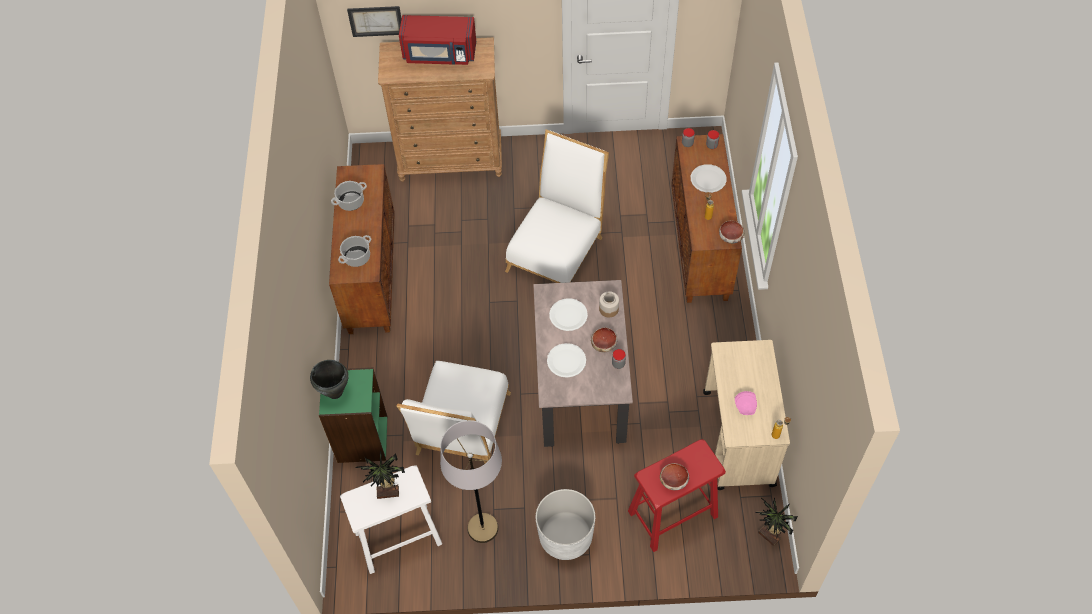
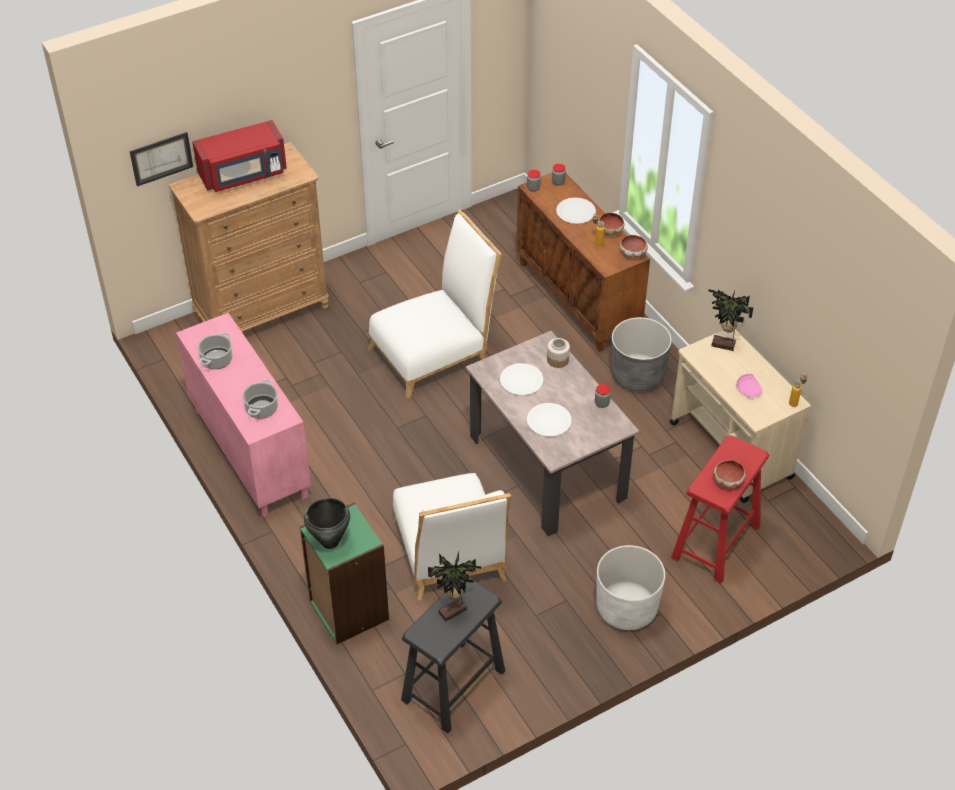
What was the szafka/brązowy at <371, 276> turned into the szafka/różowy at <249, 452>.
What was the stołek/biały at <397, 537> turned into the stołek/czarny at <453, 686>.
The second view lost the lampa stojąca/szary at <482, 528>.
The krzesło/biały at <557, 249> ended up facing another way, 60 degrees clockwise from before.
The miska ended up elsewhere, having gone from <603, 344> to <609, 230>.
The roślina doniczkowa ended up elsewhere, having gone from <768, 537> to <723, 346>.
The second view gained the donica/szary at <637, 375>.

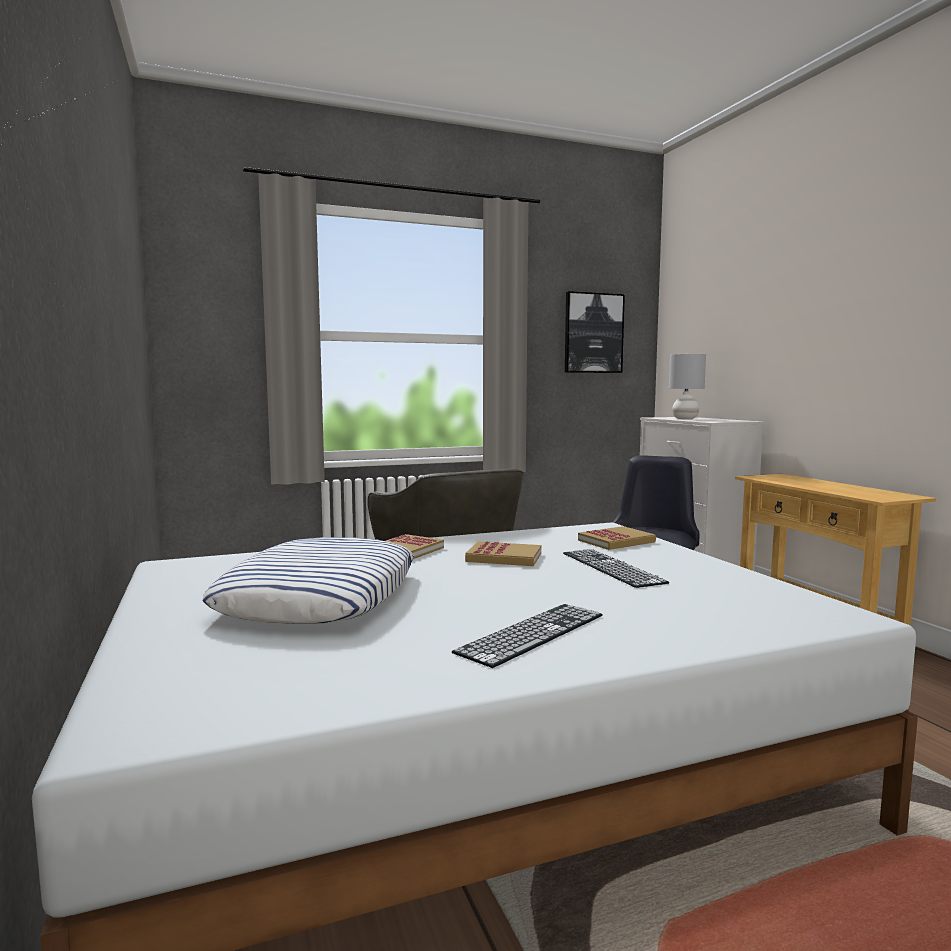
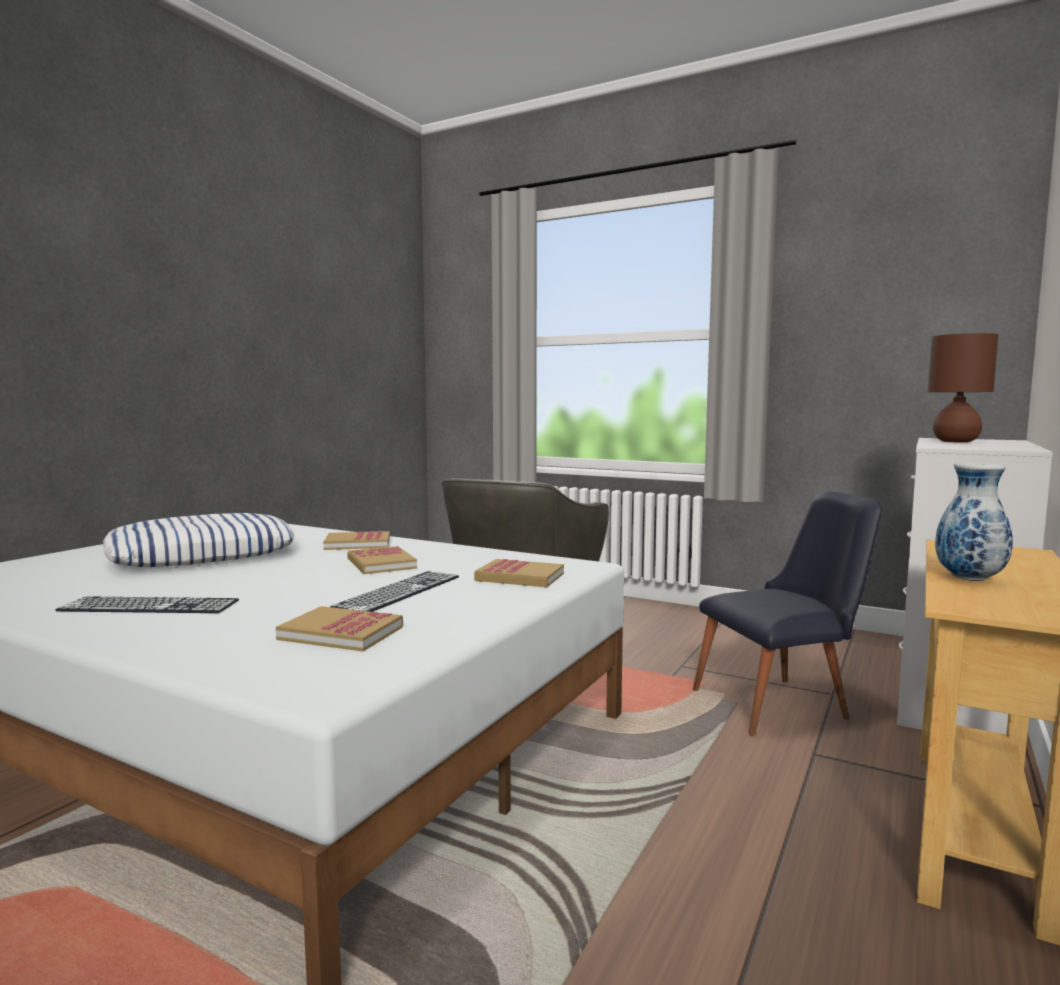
The second view lost the obraz at <593, 333>.
What was the lampa stołowa/szary at <685, 418> turned into the lampa stołowa/brązowy at <956, 441>.
The second view gained the książka at <341, 633>.
The second view gained the wazon at <968, 579>.

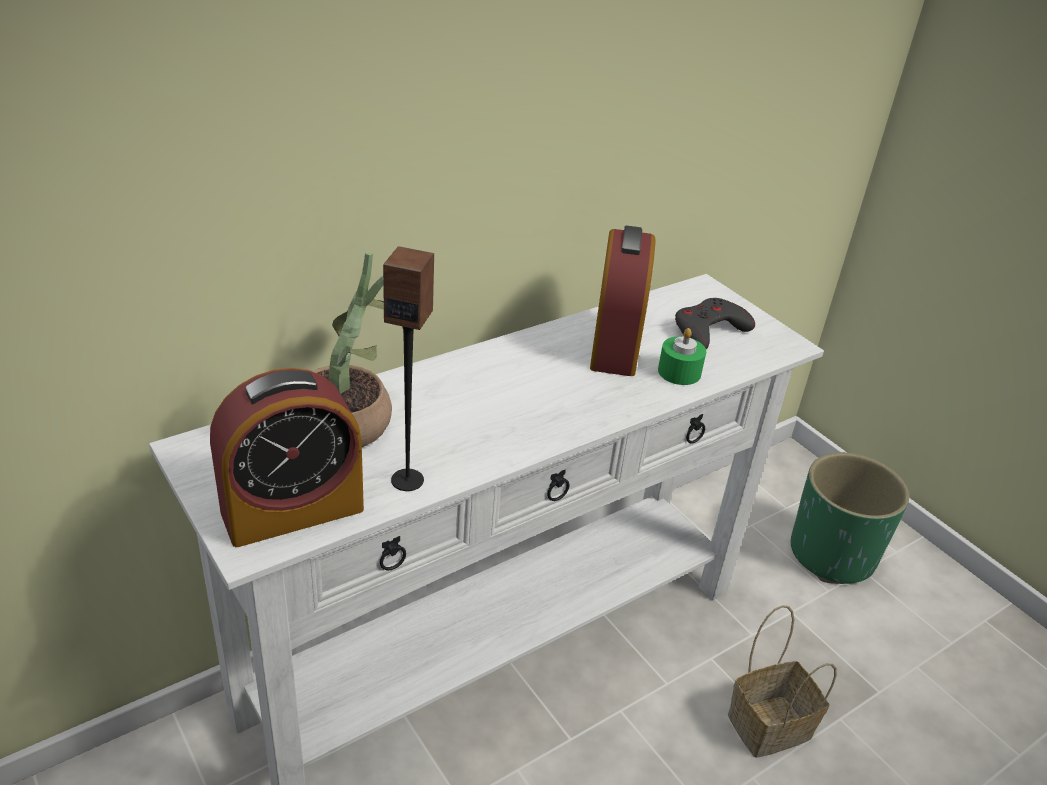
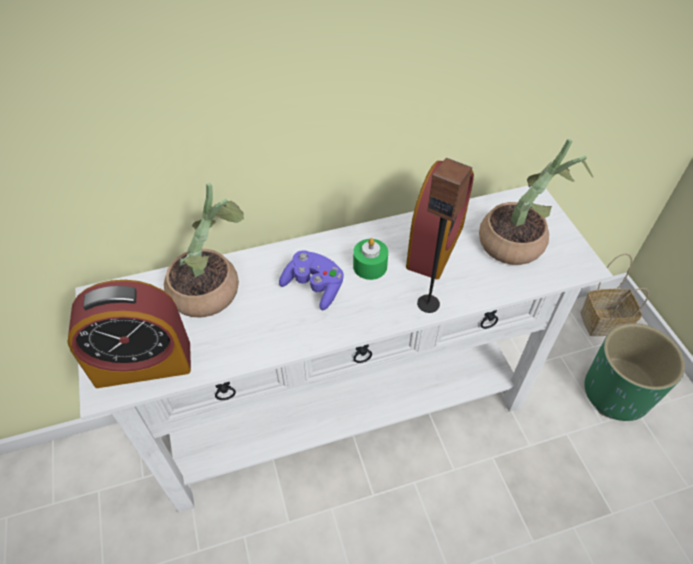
The głośnik ended up elsewhere, having gone from <407, 480> to <428, 303>.
The świeca/zielony ended up elsewhere, having gone from <679, 372> to <370, 266>.
Where the pad do gier/szary stood at <709, 330>, the roślina doniczkowa came to stand at <519, 242>.
The koszyk ended up elsewhere, having gone from <770, 724> to <605, 321>.
The second view gained the pad do gier/fioletowy at <314, 287>.

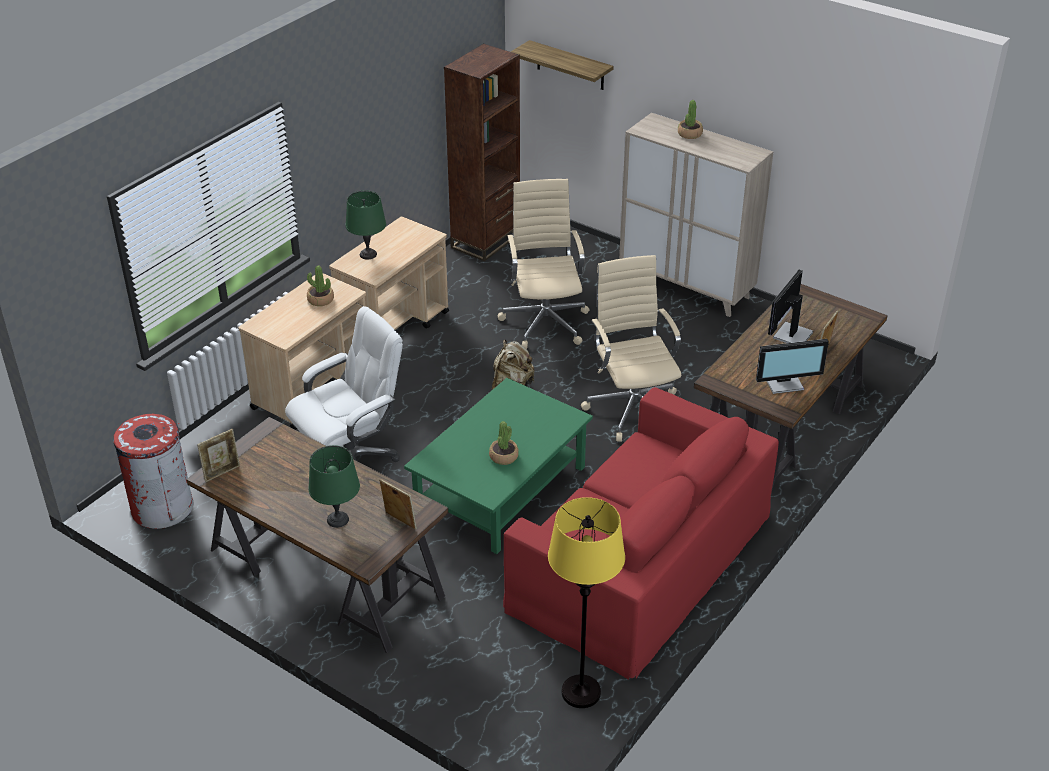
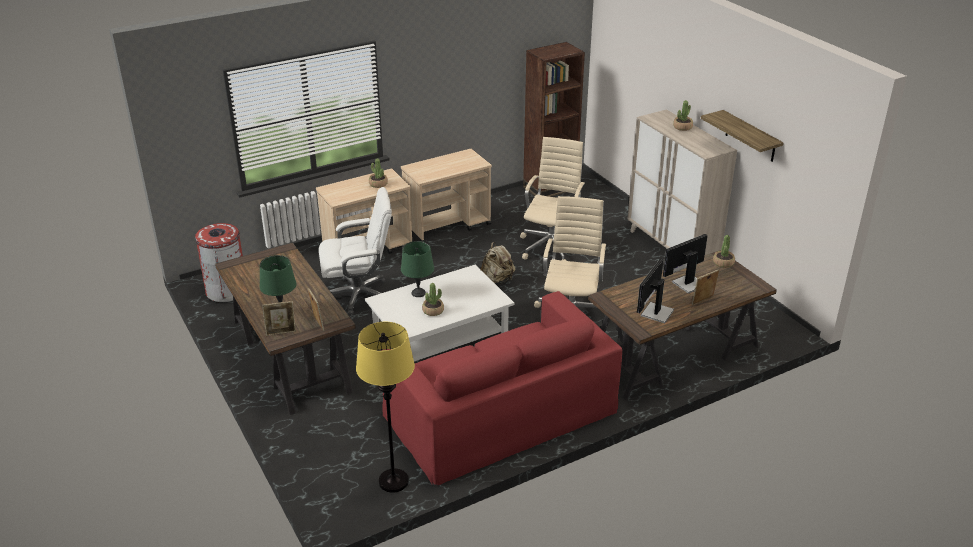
The ramka na zdjęcie ended up elsewhere, having gone from <222, 472> to <281, 332>.
The lampa stołowa/zielony ended up elsewhere, having gone from <367, 254> to <418, 293>.
What was the ława/zielony at <501, 489> turned into the ława/biały at <440, 340>.
The półka ended up elsewhere, having gone from <570, 66> to <750, 136>.
The monitor at <784, 383> ended up facing another way, 105 degrees clockwise from before.
The second view gained the roślina doniczkowa at <723, 263>.

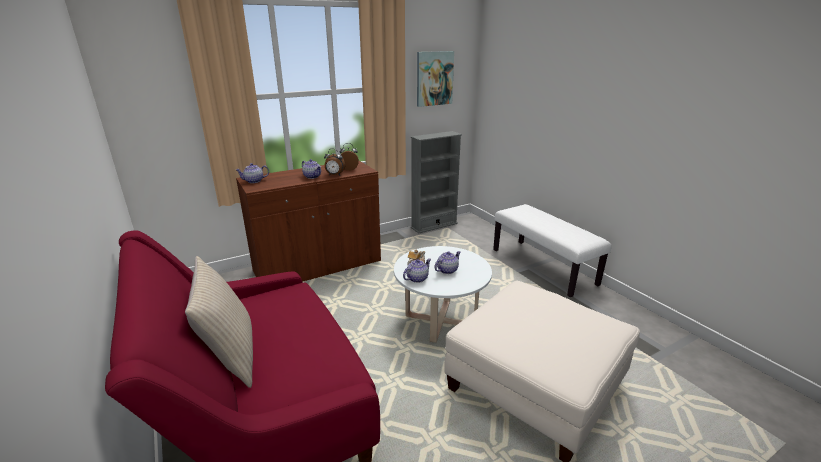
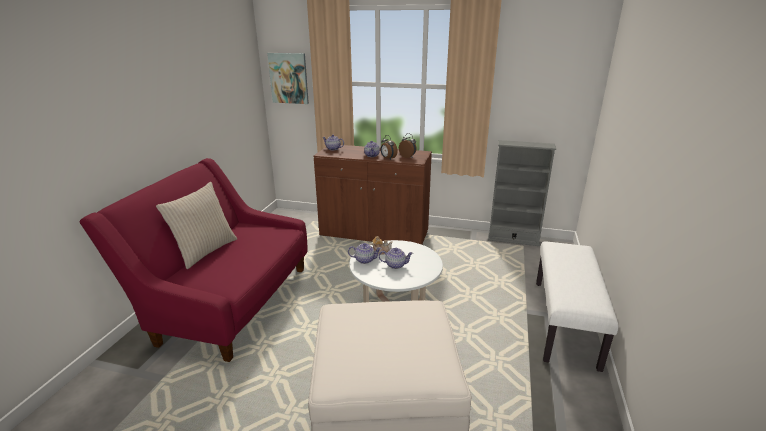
The obraz ended up elsewhere, having gone from <434, 78> to <289, 78>.

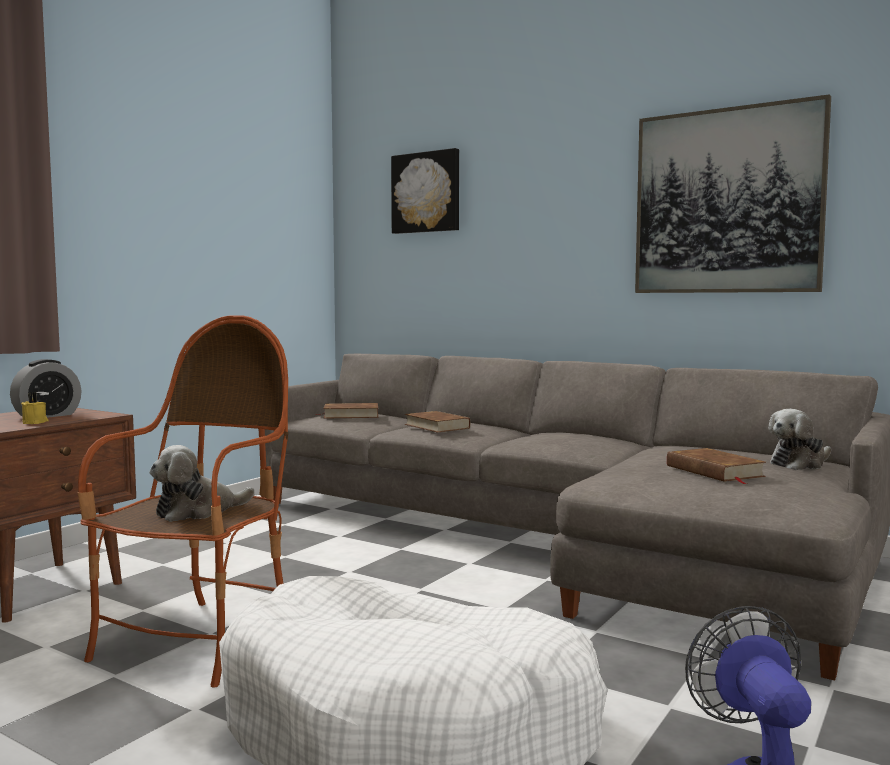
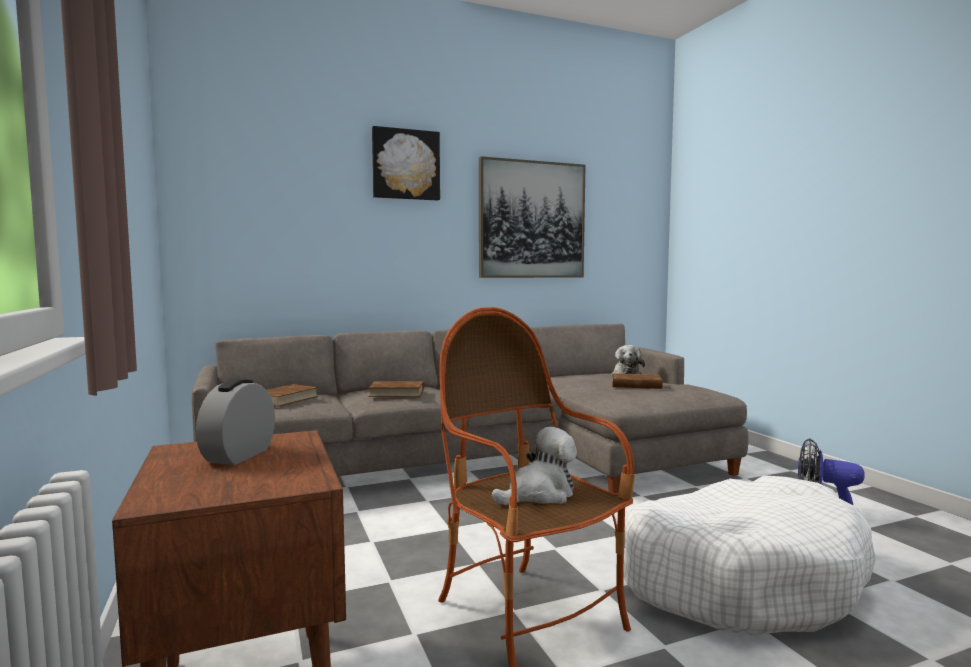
The budzik at <47, 416> ended up facing another way, 150 degrees counterclockwise from before.
The second view lost the świeca/żółty at <35, 422>.
The pluszak at <198, 511> ended up facing another way, 120 degrees counterclockwise from before.
The obraz ended up elsewhere, having gone from <426, 192> to <405, 165>.

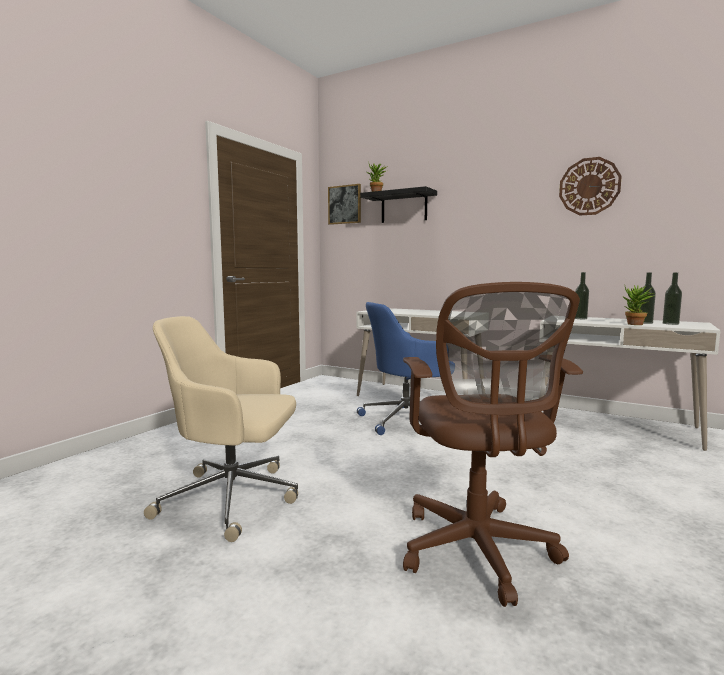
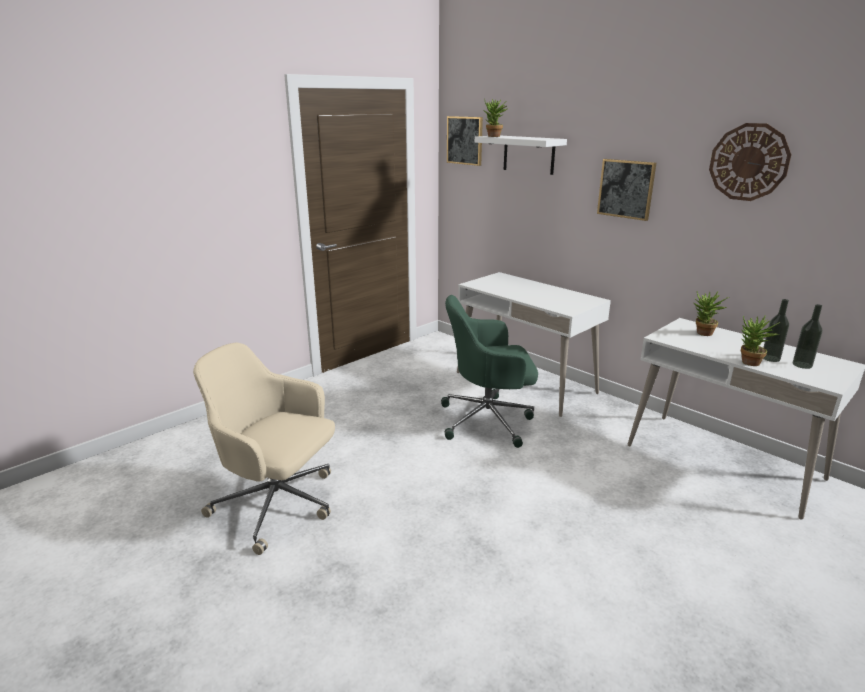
What was the krzesło biurowe/niebieski at <407, 420> turned into the krzesło biurowe/zielony at <488, 420>.
What was the półka/czarny at <404, 207> turned into the półka/biały at <528, 154>.
The second view lost the krzesło biurowe/brązowy at <478, 552>.
Where the butelka stood at <580, 318>, the roślina doniczkowa came to stand at <703, 334>.
The second view gained the obraz at <626, 189>.

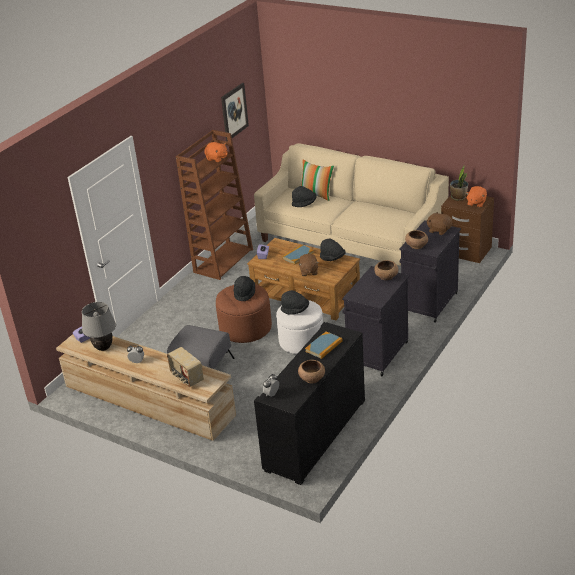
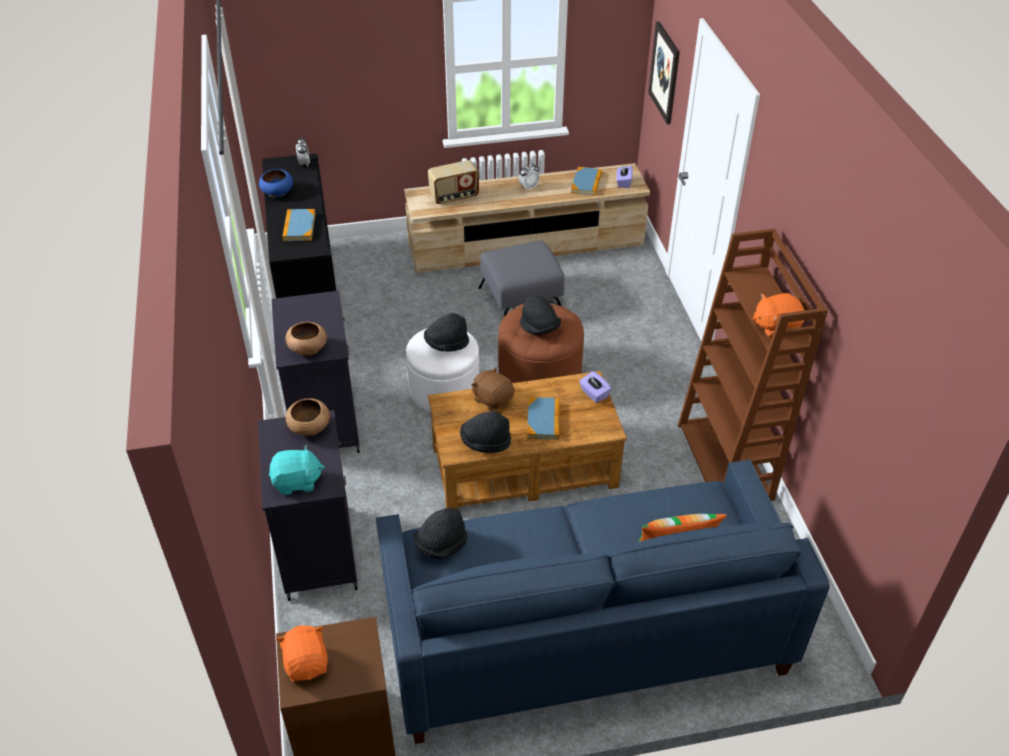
Where the lampa stołowa/szary stood at <103, 348>, the książka came to stand at <586, 183>.
The radio at <186, 377> ended up facing another way, 150 degrees clockwise from before.
The obraz ended up elsewhere, having gone from <234, 111> to <665, 73>.
What was the kanapa/beżowy at <352, 240> turned into the kanapa/niebieski at <583, 632>.
The kapelusz/czarny ended up elsewhere, having gone from <304, 204> to <441, 545>.
What was the miska/brązowy at <312, 378> turned into the miska/niebieski at <277, 193>.
What was the pluszak/brązowy at <439, 230> turned into the pluszak/turkusowy at <297, 482>.
The second view lost the roślina doniczkowa at <458, 197>.

